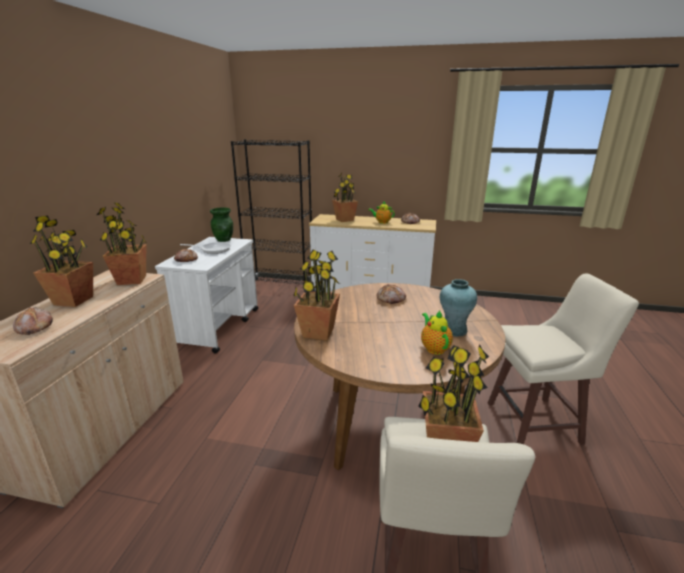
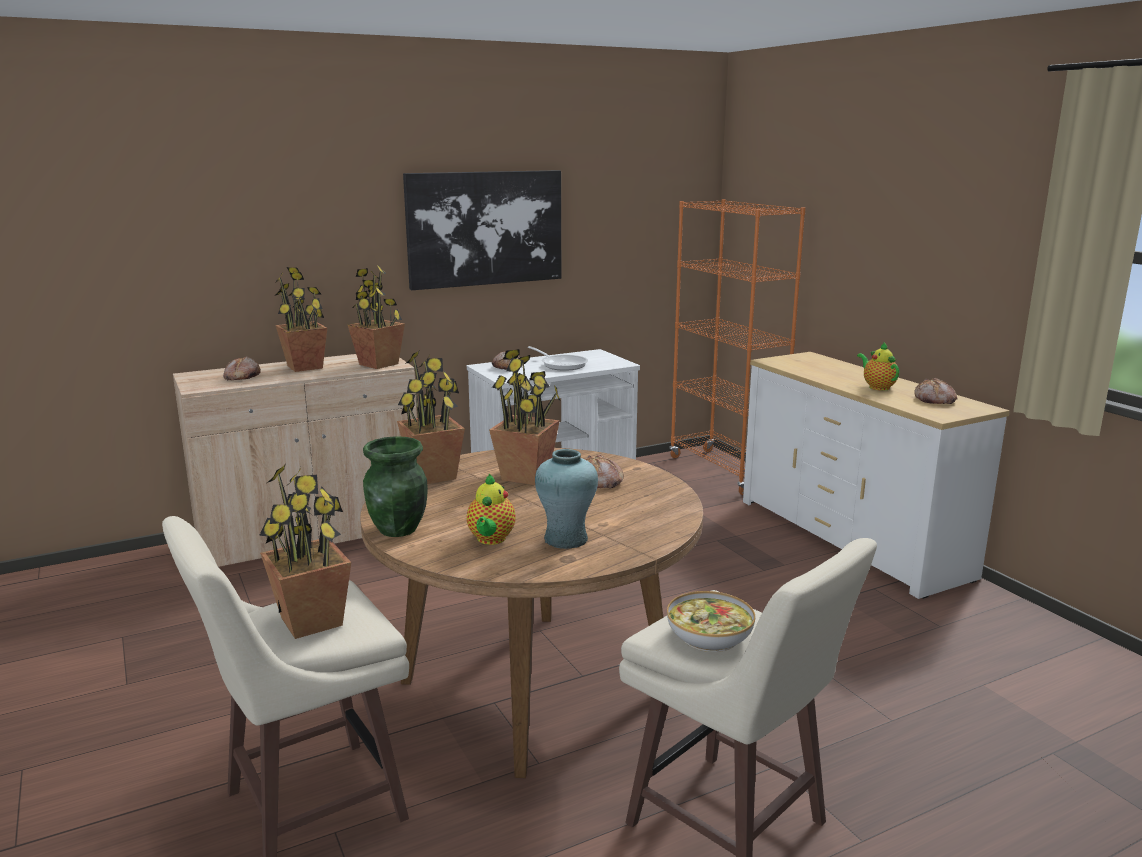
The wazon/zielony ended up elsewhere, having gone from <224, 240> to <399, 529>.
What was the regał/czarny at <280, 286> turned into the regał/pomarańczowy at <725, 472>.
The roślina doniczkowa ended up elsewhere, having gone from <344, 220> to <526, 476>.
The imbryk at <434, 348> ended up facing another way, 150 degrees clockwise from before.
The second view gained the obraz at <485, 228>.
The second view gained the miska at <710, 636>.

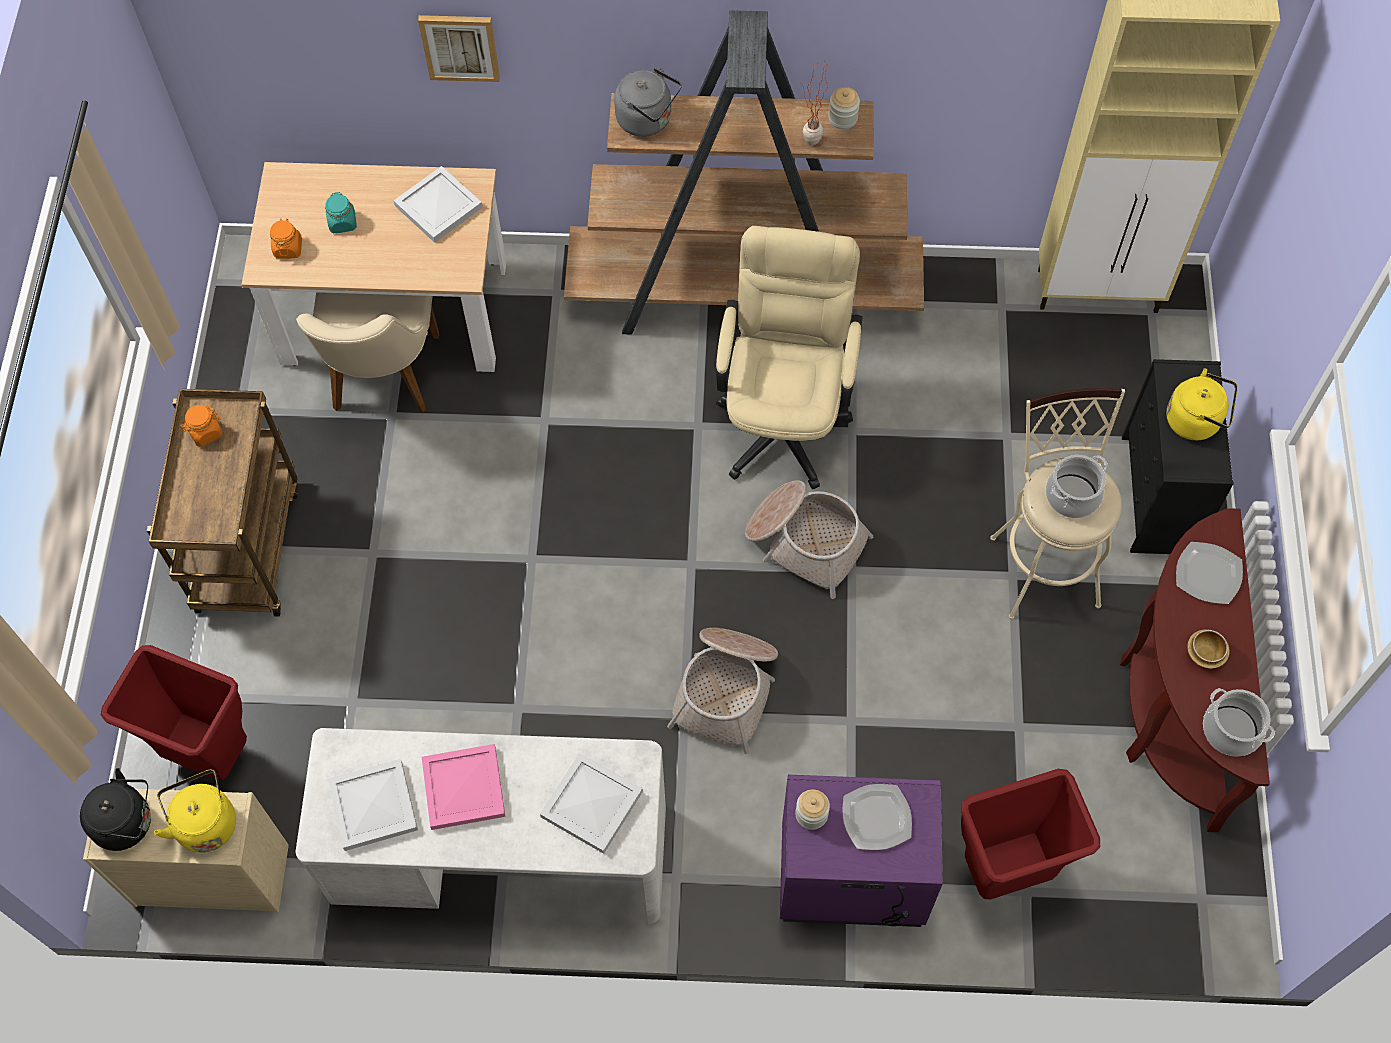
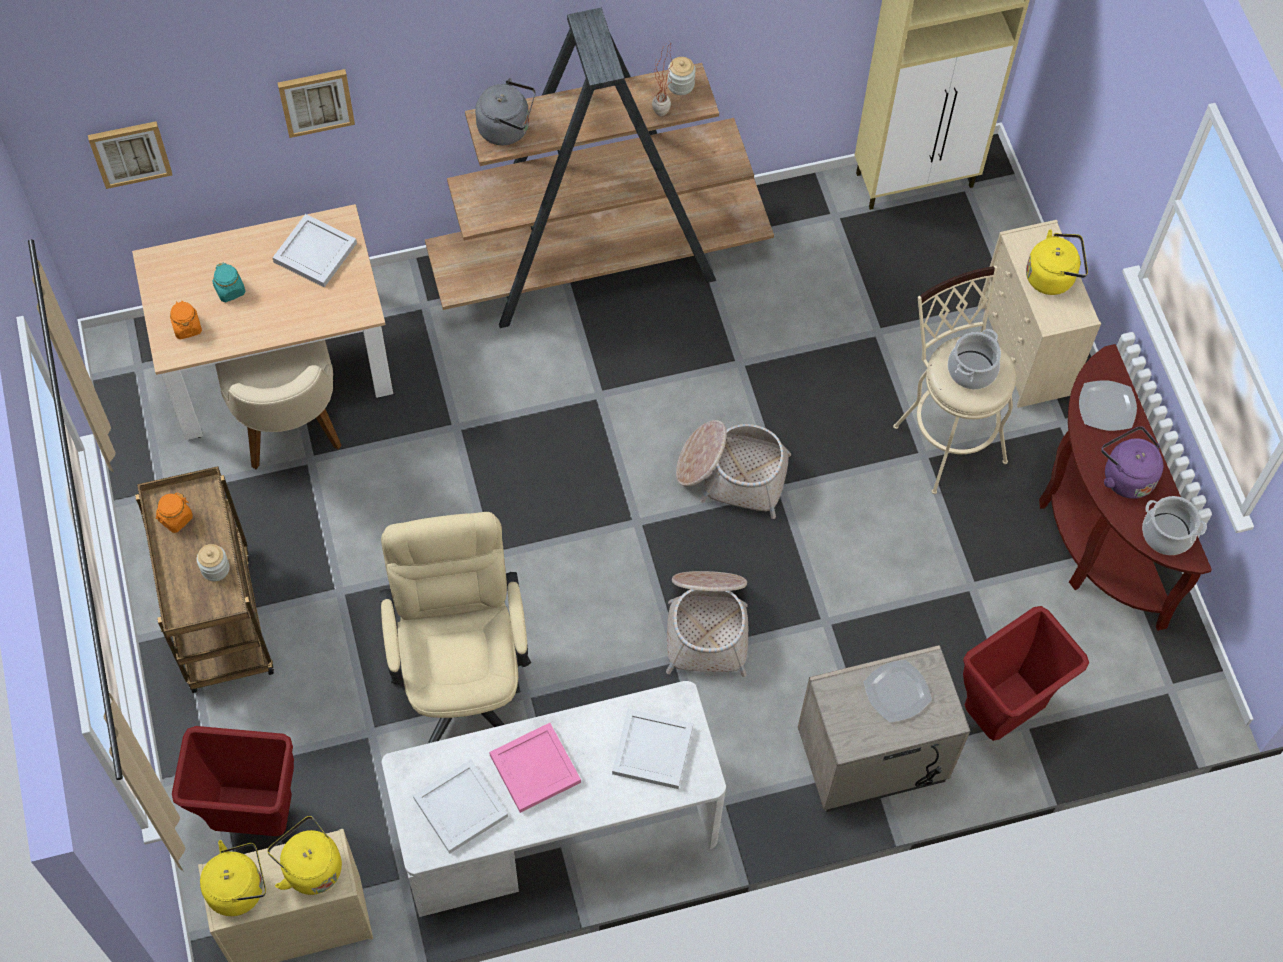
What was the czajnik/czarny at <128, 823> turned into the czajnik/żółty at <239, 888>.
The krzesło biurowe/beżowy ended up elsewhere, having gone from <784, 417> to <462, 677>.
What was the szafka nocna/fioletowy at <851, 879> turned into the szafka nocna/beżowy at <872, 758>.
The słoik ended up elsewhere, having gone from <811, 814> to <215, 569>.
What was the komoda/czarny at <1157, 496> turned into the komoda/beżowy at <1025, 352>.
Where the miska stood at <1205, 654>, the czajnik/fioletowy came to stand at <1125, 476>.
The second view gained the obraz at <130, 153>.

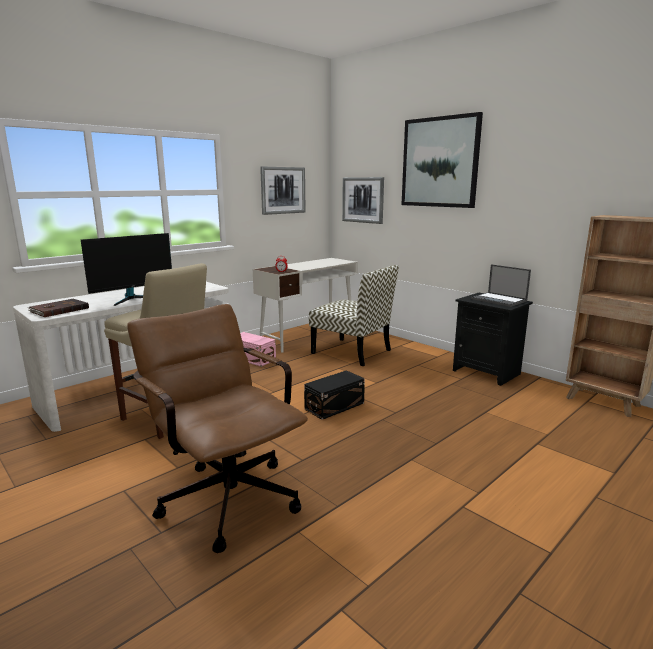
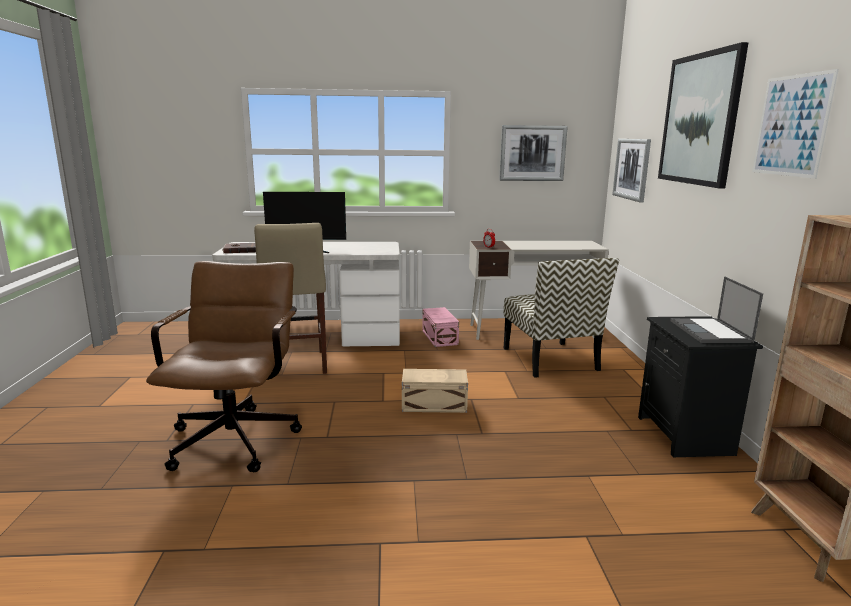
What was the pojemnik do przechowywania/czarny at <335, 406> turned into the pojemnik do przechowywania/beżowy at <435, 405>.
The second view gained the obraz at <791, 125>.

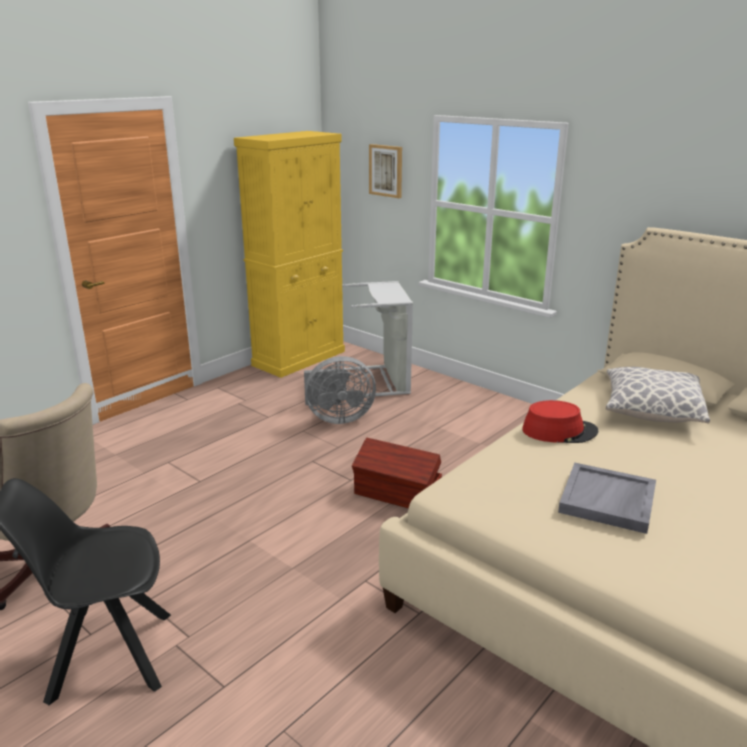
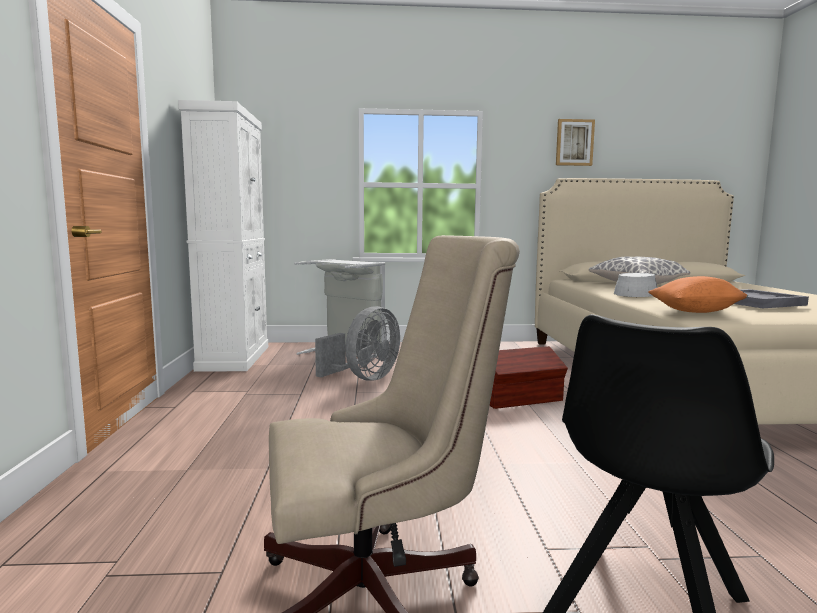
What was the szafka/żółty at <299, 358> turned into the szafka/biały at <234, 358>.
The obraz ended up elsewhere, having gone from <386, 170> to <574, 142>.
What was the kapelusz/czerwony at <559, 431> turned into the kapelusz/szary at <637, 294>.
The second view gained the poduszka/pomarańczowy at <695, 311>.

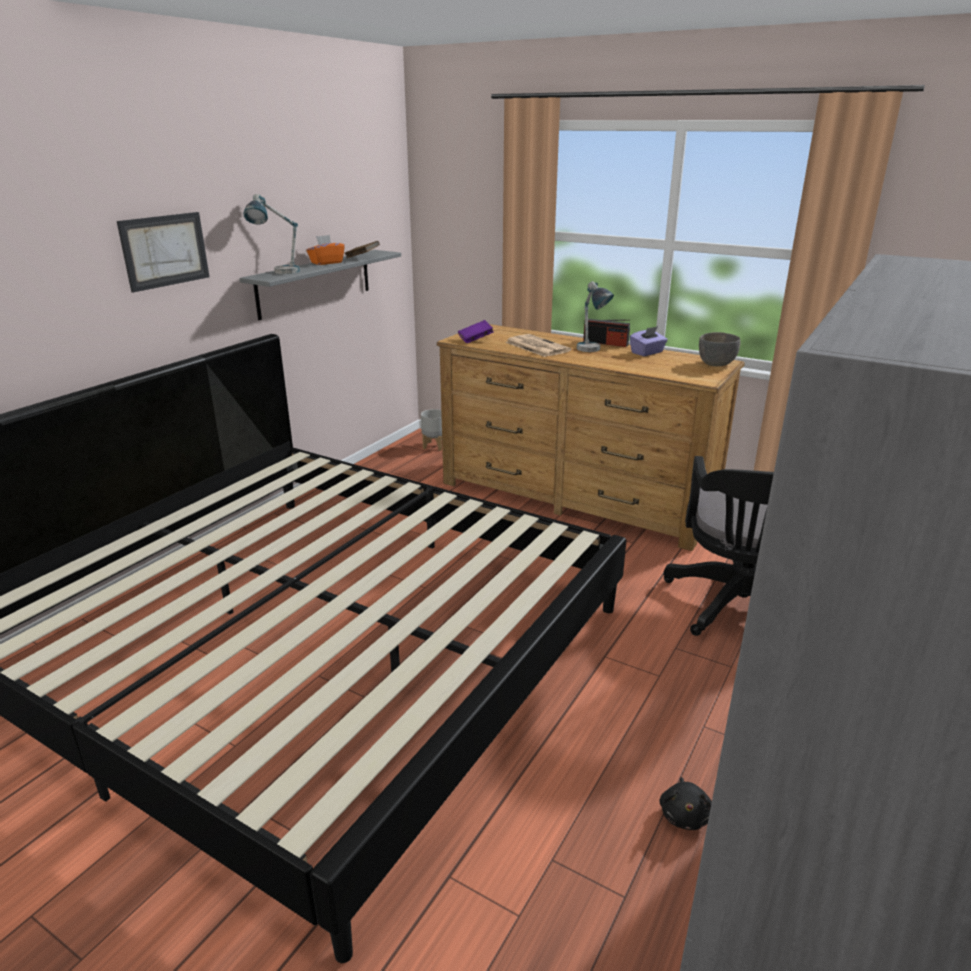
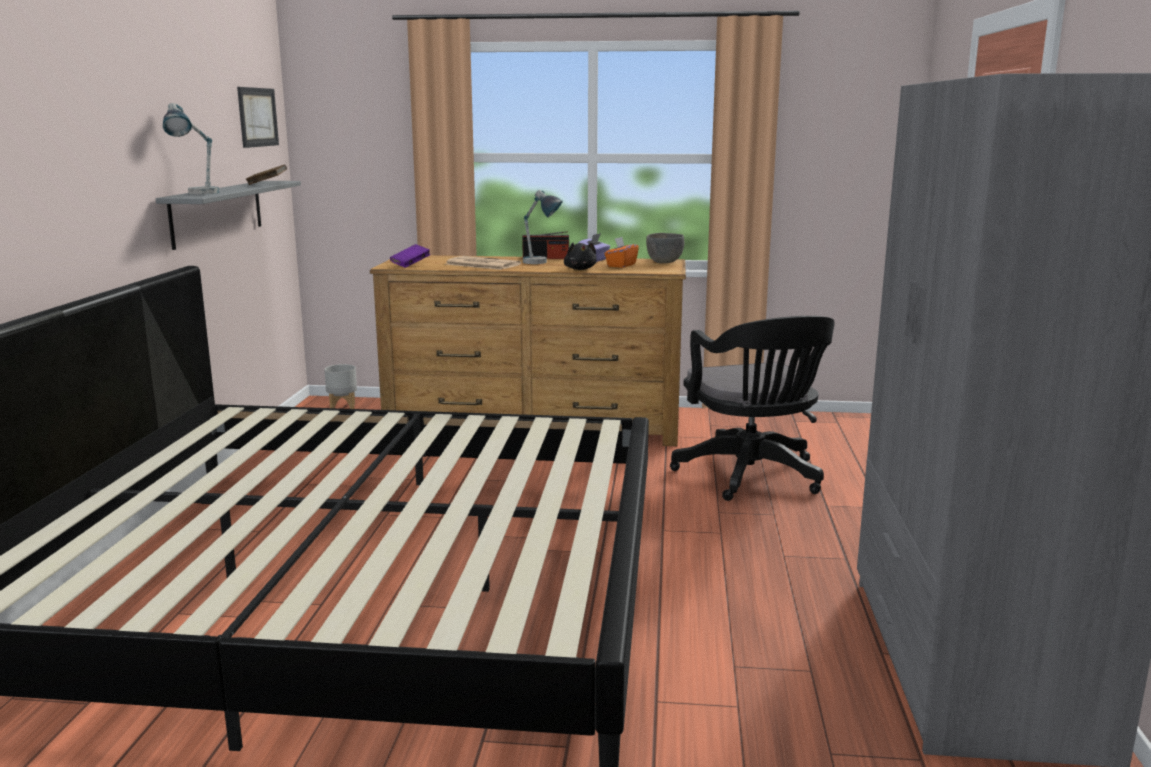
The obraz ended up elsewhere, having gone from <164, 250> to <257, 117>.
The pudełko chusteczek/pomarańczowy ended up elsewhere, having gone from <326, 262> to <621, 265>.
The pluszak/czarny ended up elsewhere, having gone from <684, 815> to <580, 269>.

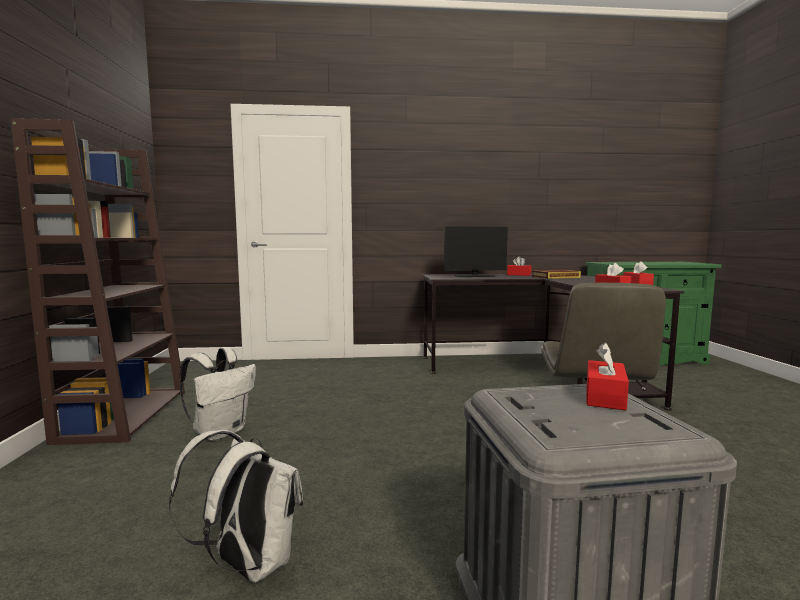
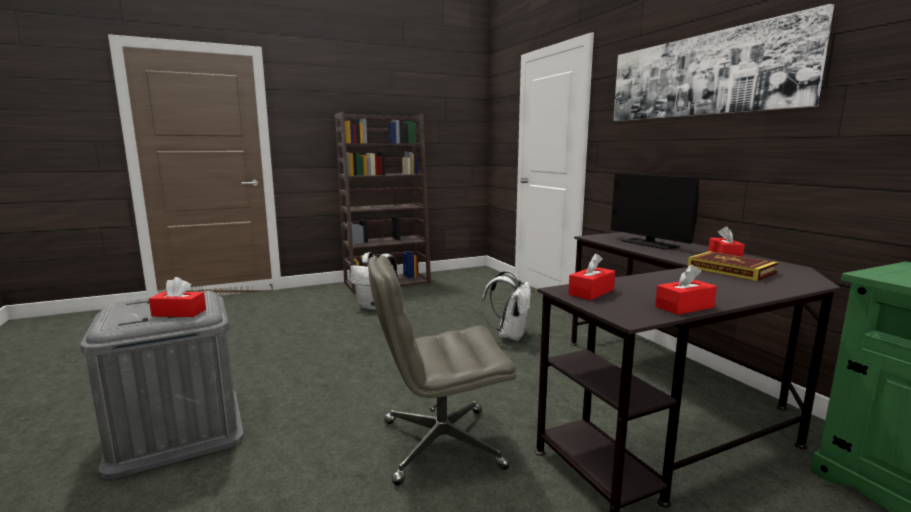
The plecak/biały ended up elsewhere, having gone from <247, 565> to <509, 335>.
The second view gained the obraz at <701, 76>.

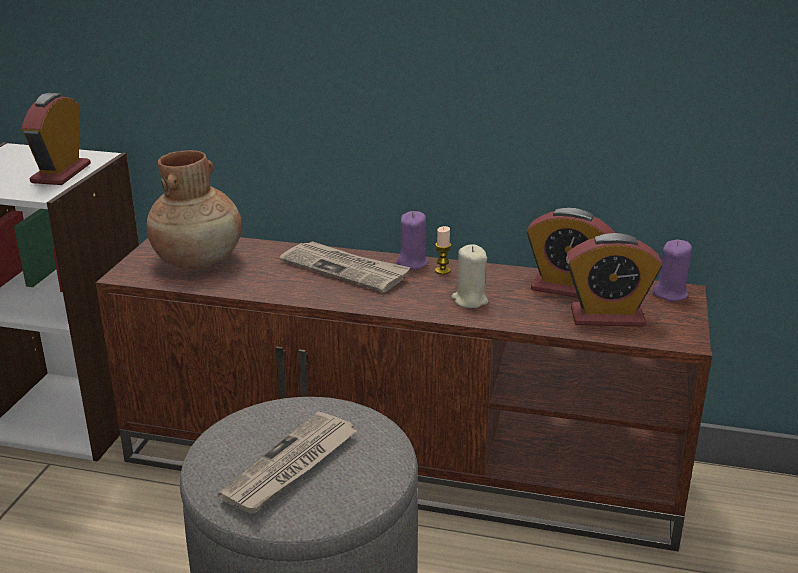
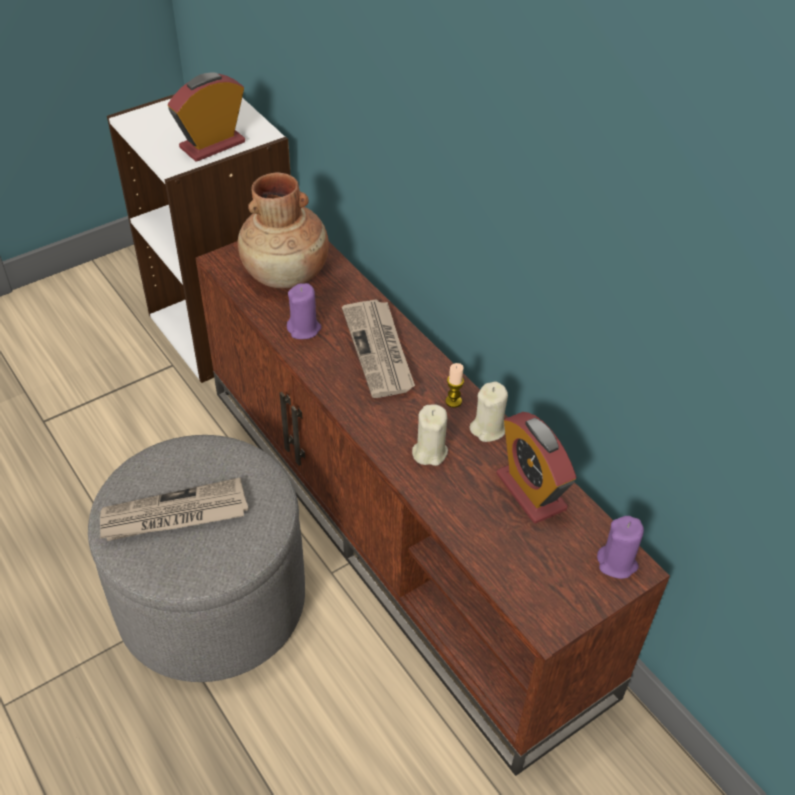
The świeca/fioletowy ended up elsewhere, having gone from <412, 262> to <304, 329>.
The second view lost the budzik at <607, 317>.
The second view gained the świeca/beżowy at <488, 428>.

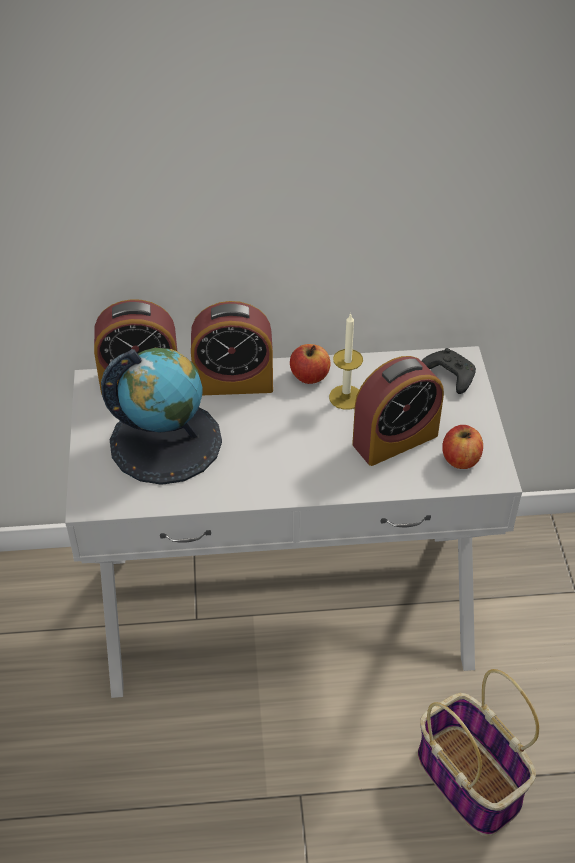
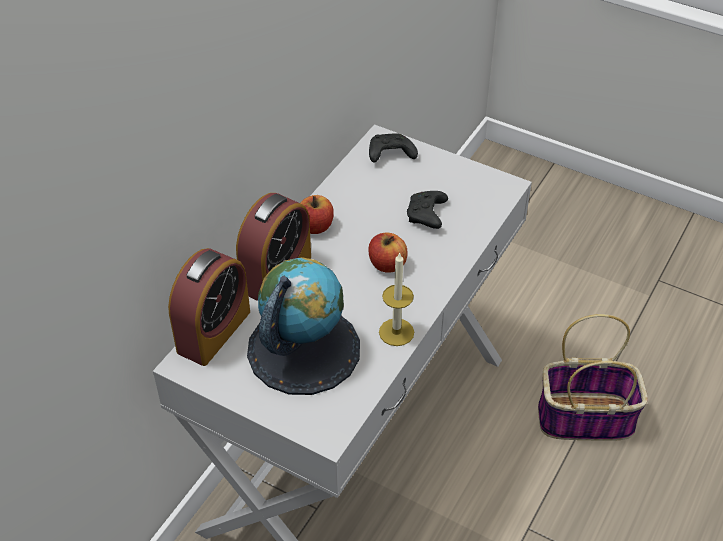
The świeca ended up elsewhere, having gone from <346, 397> to <396, 332>.
Where the budzik stood at <395, 439>, the pad do gier/czarny came to stand at <426, 216>.
The jabłko ended up elsewhere, having gone from <460, 459> to <387, 264>.

